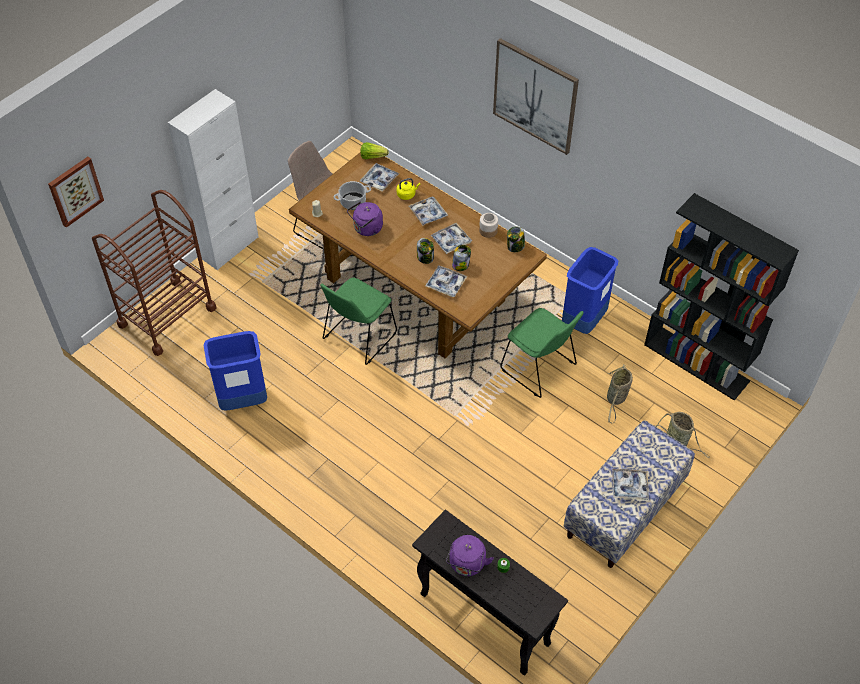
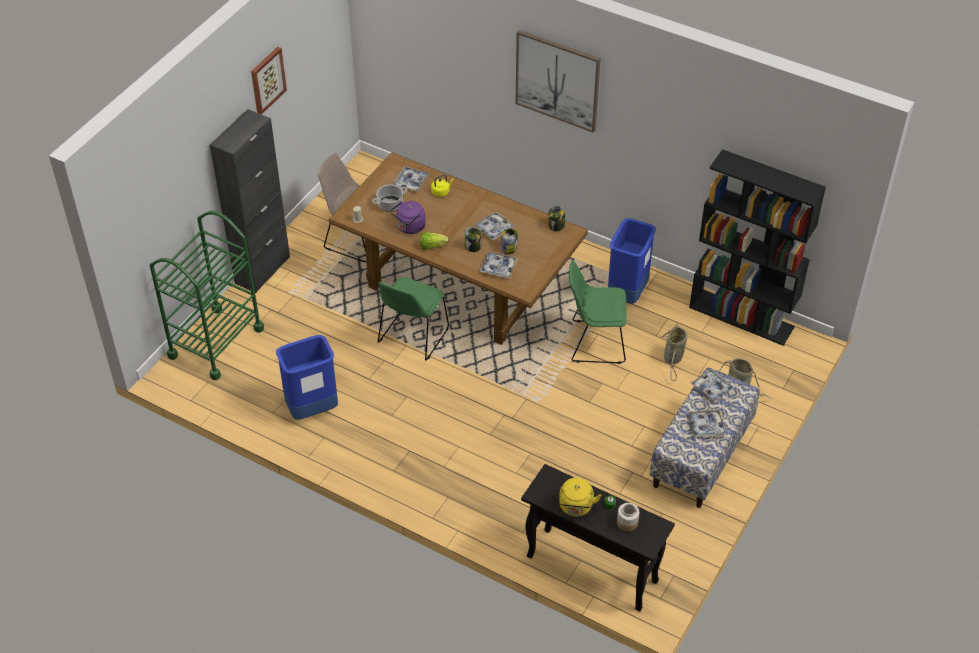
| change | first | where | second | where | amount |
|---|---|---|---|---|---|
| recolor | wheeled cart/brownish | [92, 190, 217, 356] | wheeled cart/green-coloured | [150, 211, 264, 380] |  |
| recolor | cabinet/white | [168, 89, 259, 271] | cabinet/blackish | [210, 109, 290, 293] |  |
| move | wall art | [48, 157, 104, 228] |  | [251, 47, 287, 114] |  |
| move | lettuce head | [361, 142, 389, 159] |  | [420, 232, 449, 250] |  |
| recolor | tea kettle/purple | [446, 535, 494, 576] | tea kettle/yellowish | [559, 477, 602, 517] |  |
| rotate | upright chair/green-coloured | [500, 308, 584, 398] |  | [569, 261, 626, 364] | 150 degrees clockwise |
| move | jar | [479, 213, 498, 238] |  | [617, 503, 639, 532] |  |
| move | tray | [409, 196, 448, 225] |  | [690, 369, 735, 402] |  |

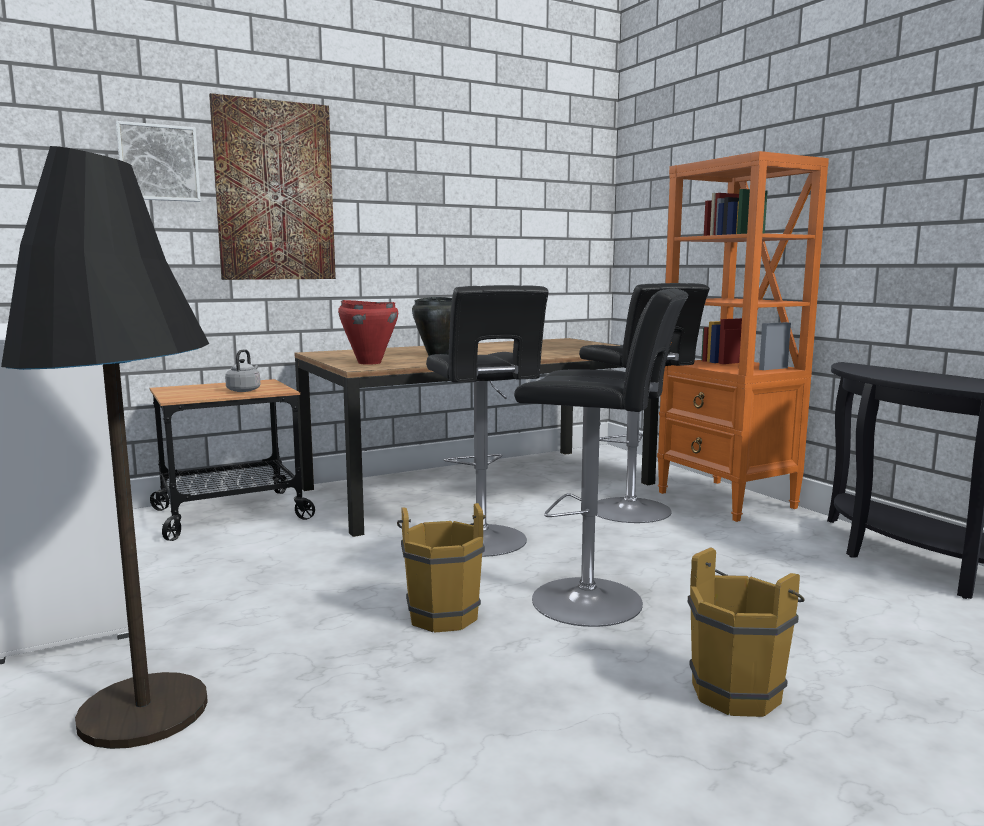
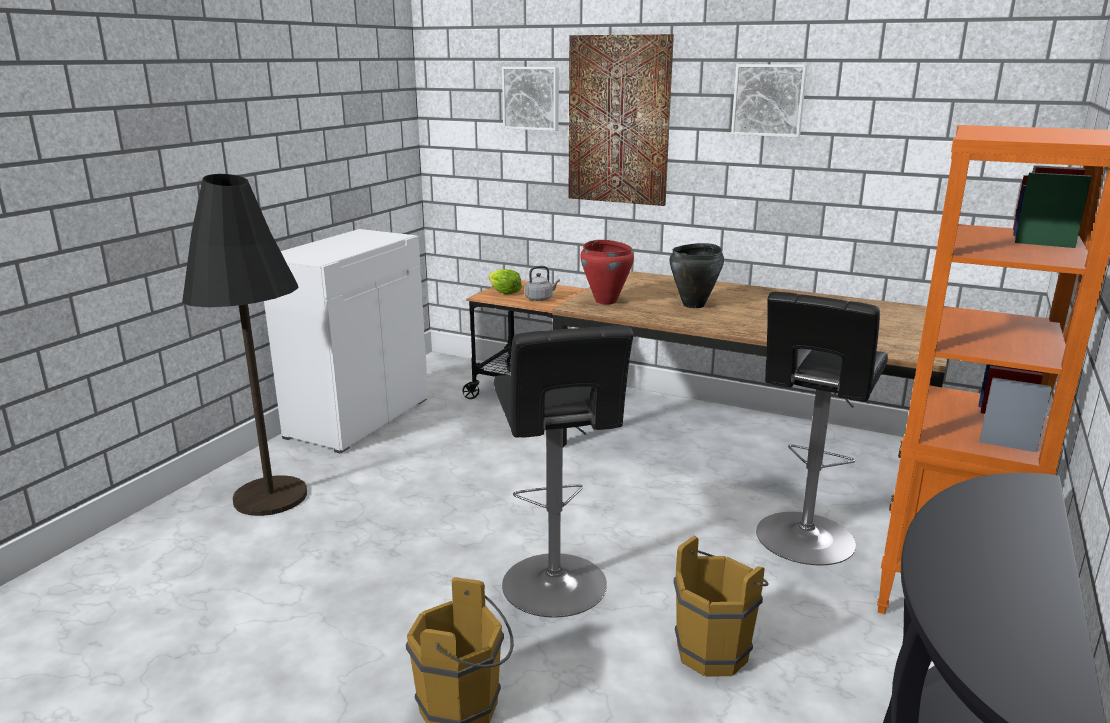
| change | first | where | second | where | amount |
|---|---|---|---|---|---|
| insert |  |  | lettuce head | [488, 269, 522, 295] |  |
| move | pail/brownish | [397, 503, 486, 632] |  | [674, 535, 768, 676] |  |
| insert |  |  | wall art | [731, 64, 807, 137] |  |
| delete | stool/blackish | [426, 285, 549, 557] |  |  |  |

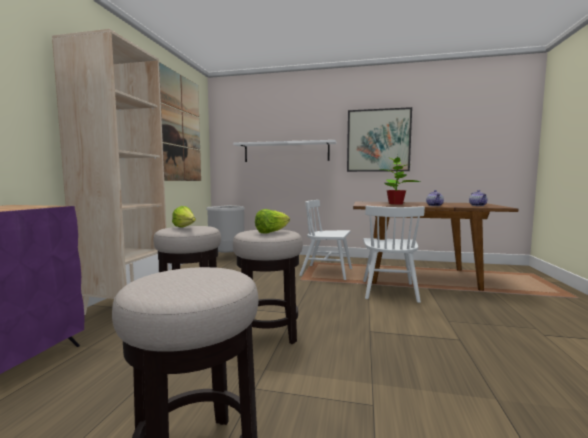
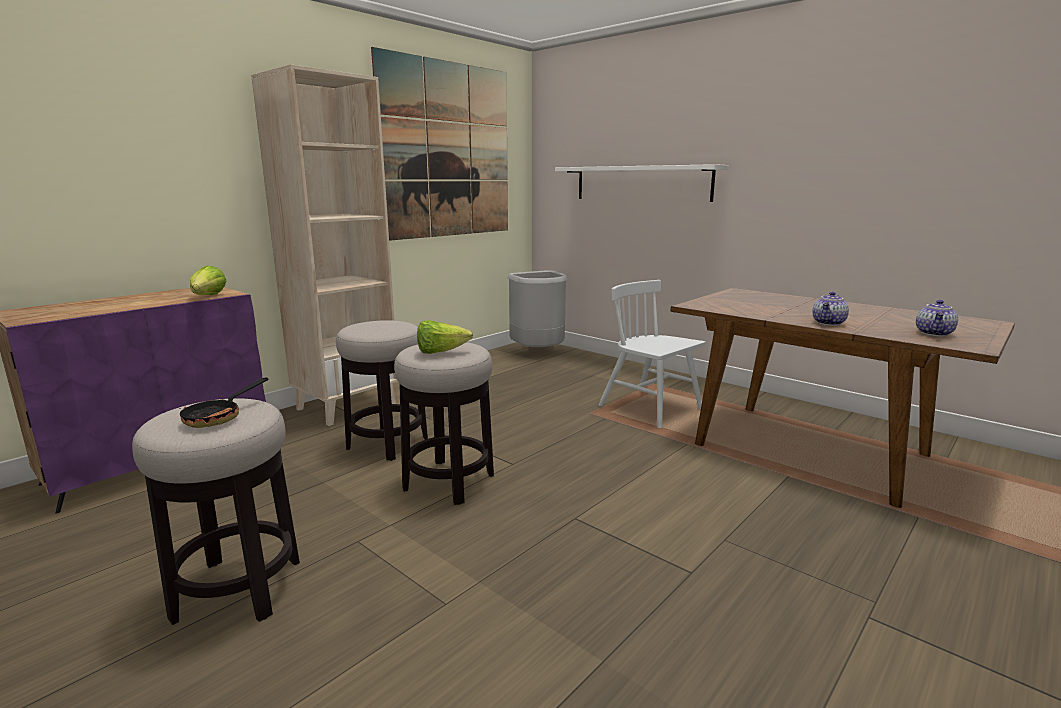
| change | first | where | second | where | amount |
|---|---|---|---|---|---|
| insert |  |  | frying pan | [179, 378, 268, 428] |  |
| move | lettuce head | [172, 206, 196, 228] |  | [190, 266, 226, 295] |  |
| delete | wall art | [347, 107, 412, 172] |  |  |  |
| delete | upright chair/white | [363, 206, 425, 303] |  |  |  |
| delete | potted plant | [381, 157, 420, 205] |  |  |  |

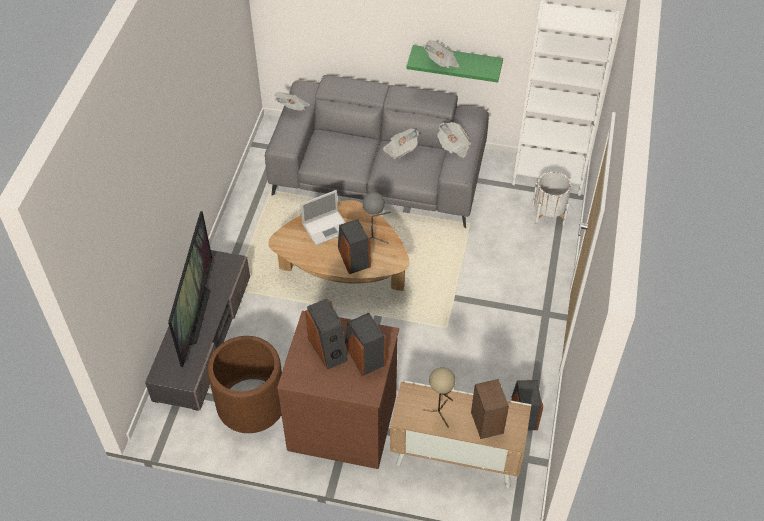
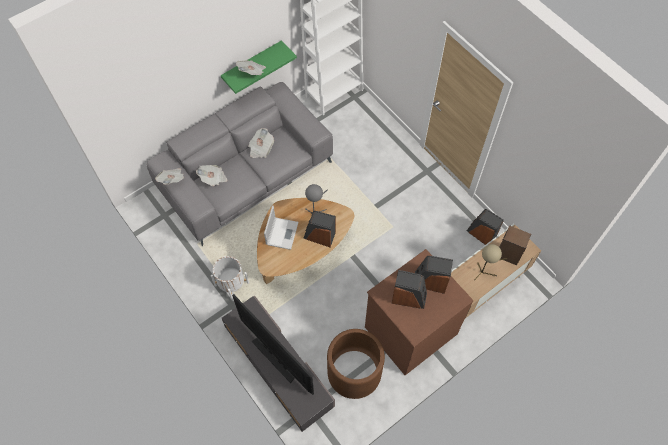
| change | first | where | second | where | amount |
|---|---|---|---|---|---|
| move | printed paper | [437, 122, 471, 158] |  | [196, 165, 227, 186] |  |
| move | flower pot/white | [532, 172, 571, 225] |  | [211, 256, 249, 300] |  |

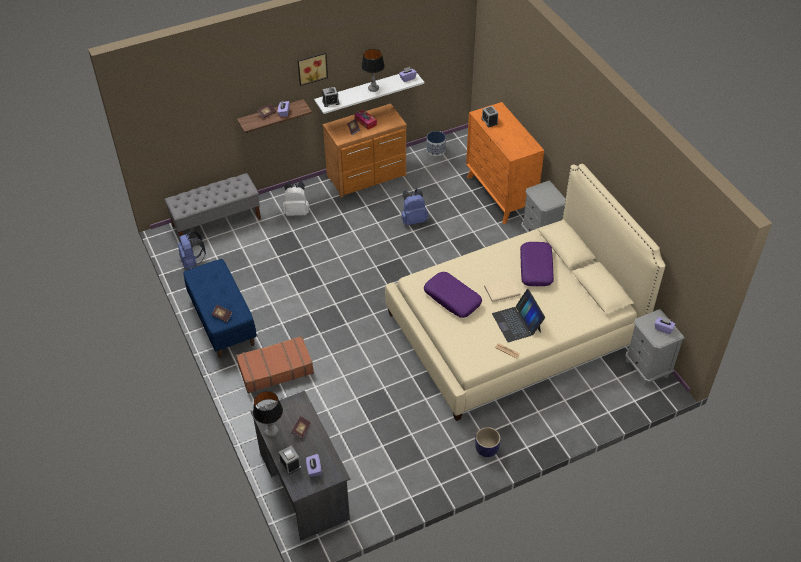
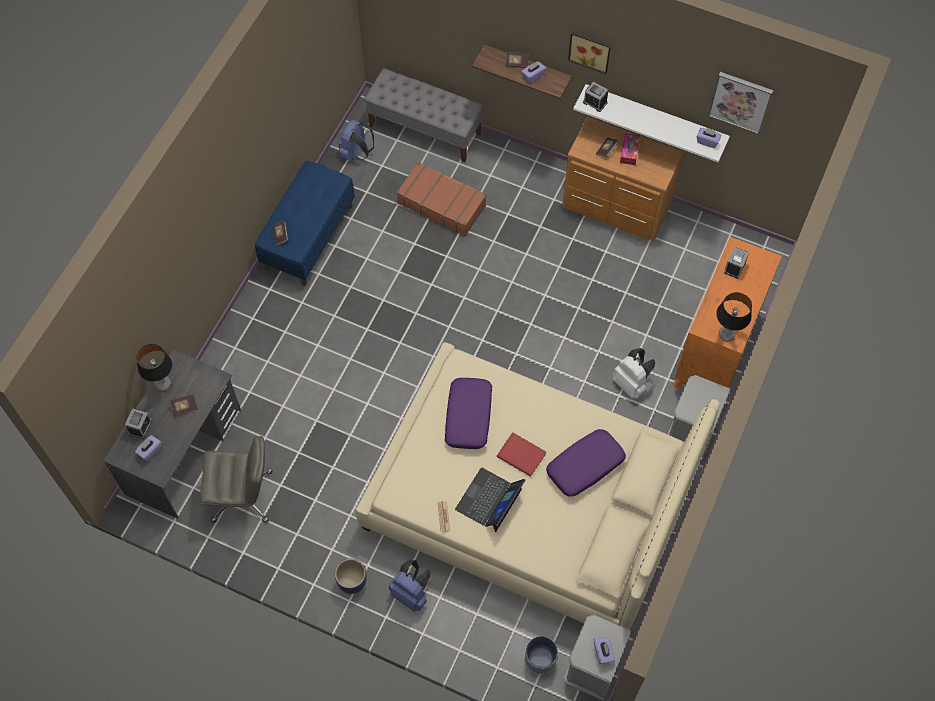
| change | first | where | second | where | amount |
|---|---|---|---|---|---|
| insert |  |  | computer chair/gray | [200, 436, 273, 523] |  |
| move | knapsack/blue | [401, 188, 428, 225] |  | [389, 560, 430, 612] |  |
| move | piece of luggage/brownish | [236, 336, 314, 393] |  | [396, 162, 487, 236] |  |
| recolor | volume/sand-coloured | [484, 277, 520, 302] | volume/reddish | [497, 432, 546, 477] |  |
| move | flower pot | [426, 131, 446, 156] |  | [525, 636, 558, 674] |  |
| move | knapsack/white | [283, 181, 309, 216] |  | [612, 348, 655, 398] |  |
| insert |  |  | wall art | [708, 72, 774, 134] |  |
| move | tabletop lamp | [361, 49, 385, 92] |  | [716, 292, 752, 341] |  |

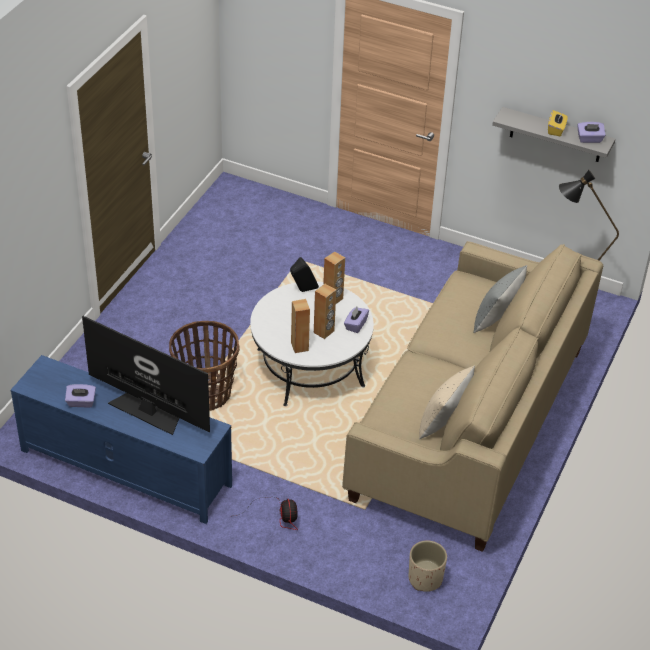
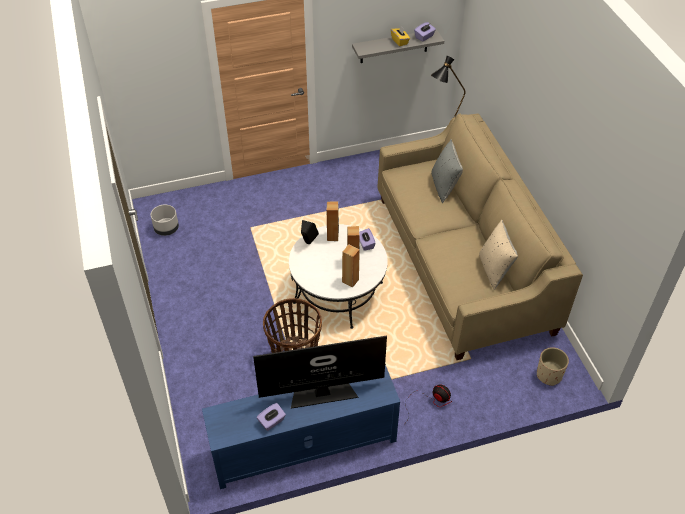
| change | first | where | second | where | amount |
|---|---|---|---|---|---|
| insert |  |  | flower pot/gray | [151, 205, 179, 236] |  |

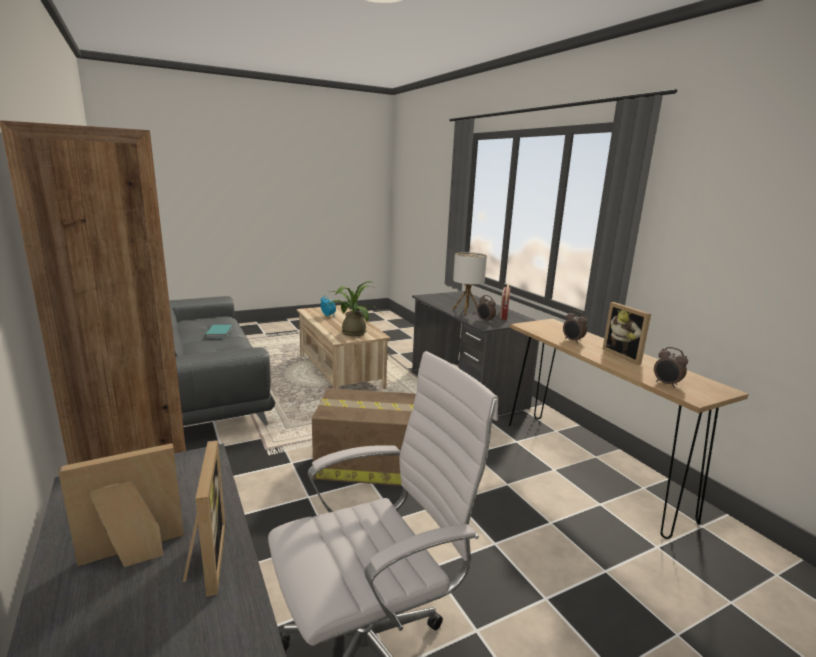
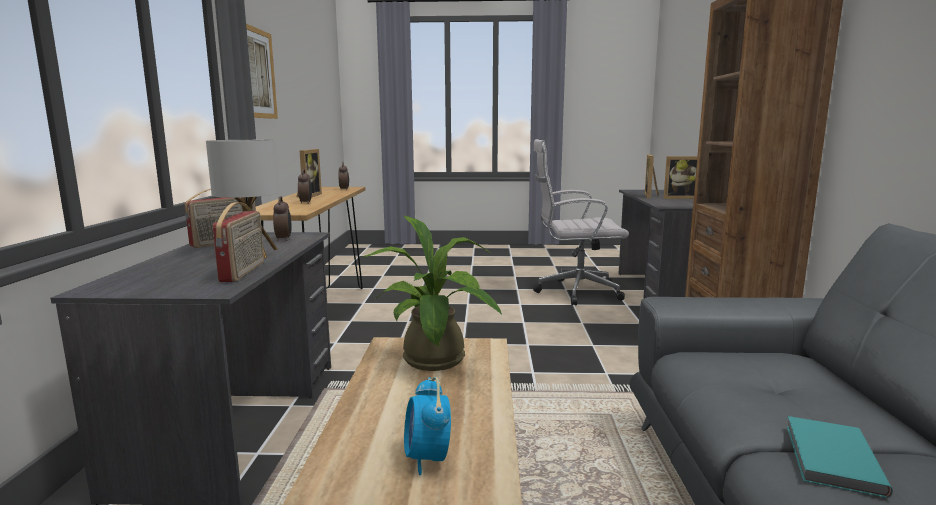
| change | first | where | second | where | amount |
|---|---|---|---|---|---|
| insert |  |  | radio | [213, 202, 264, 282] |  |
| insert |  |  | wall art | [246, 24, 278, 119] |  |
| delete | cardboard box | [312, 388, 416, 486] |  |  |  |

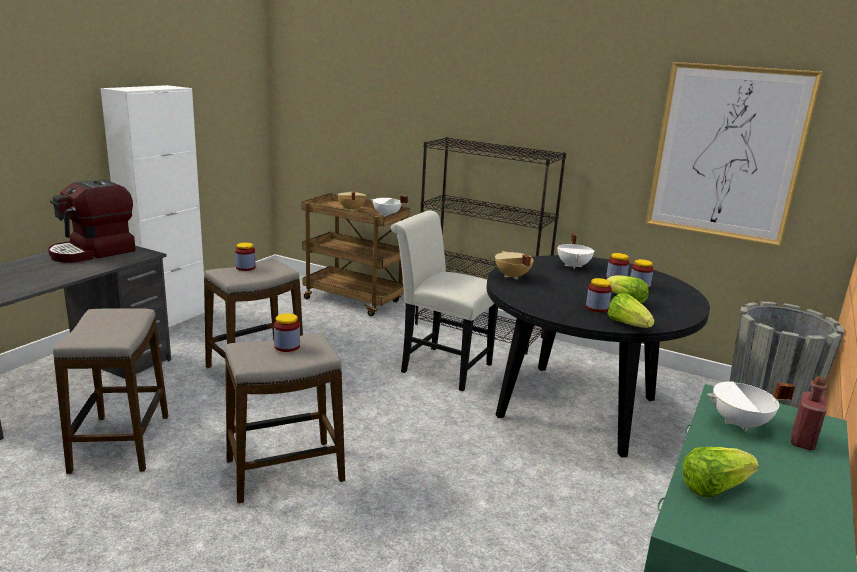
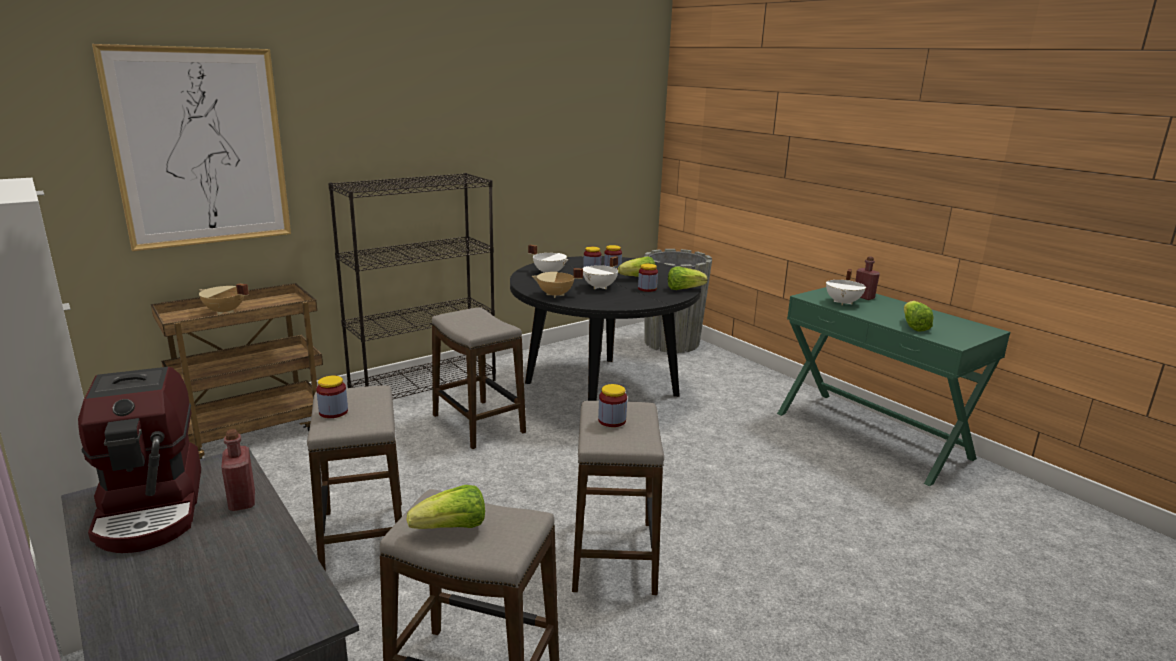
| change | first | where | second | where | amount |
|---|---|---|---|---|---|
| move | wall art | [646, 62, 823, 246] |  | [92, 44, 291, 251] |  |
| insert |  |  | beverage bottle/reddish | [221, 429, 255, 511] |  |
| insert |  |  | lettuce head | [407, 485, 485, 529] |  |
| replace | upright chair/white | [391, 210, 498, 391] | stool | [432, 307, 526, 449] |  |
| move | cooking pot/white | [370, 195, 408, 217] |  | [583, 256, 618, 289] |  |

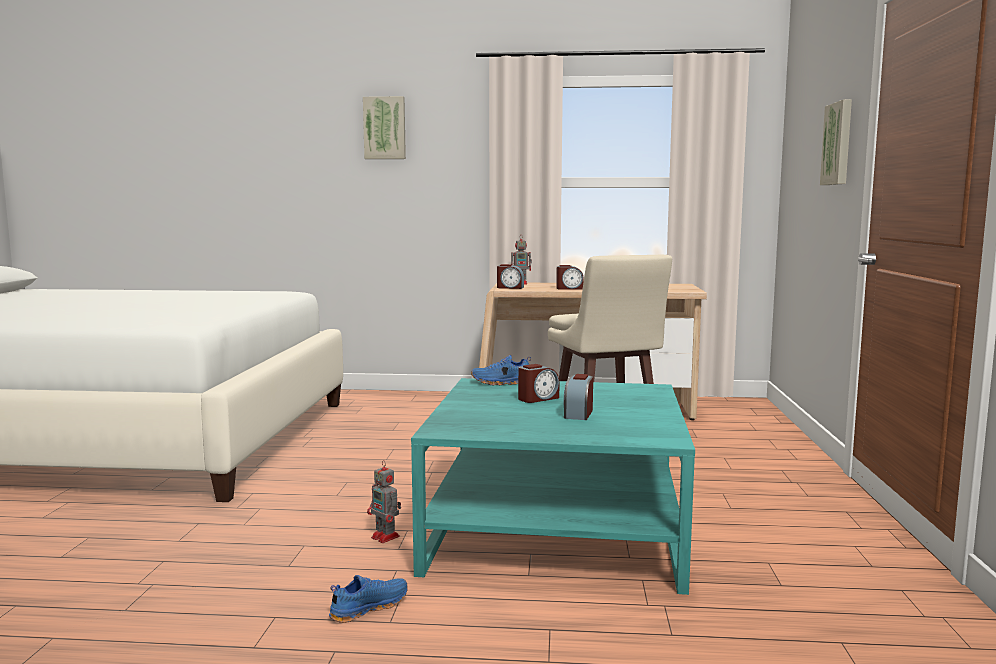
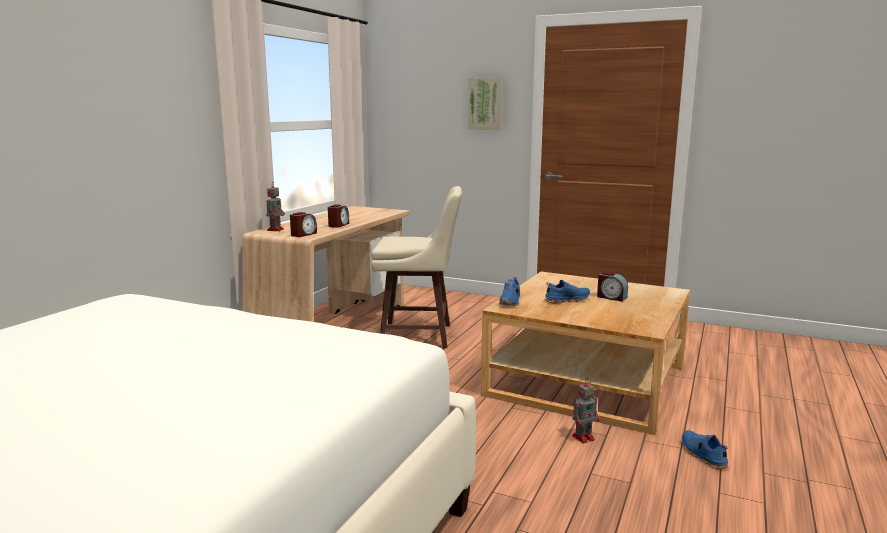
| change | first | where | second | where | amount |
|---|---|---|---|---|---|
| recolor | low table/blue-green | [411, 378, 695, 595] | low table/sand-coloured | [481, 272, 690, 435] |  |
| replace | alarm clock | [518, 364, 559, 403] | item of footwear/blue | [544, 280, 590, 303] |  |
| delete | wall art | [363, 96, 406, 159] |  |  |  |

